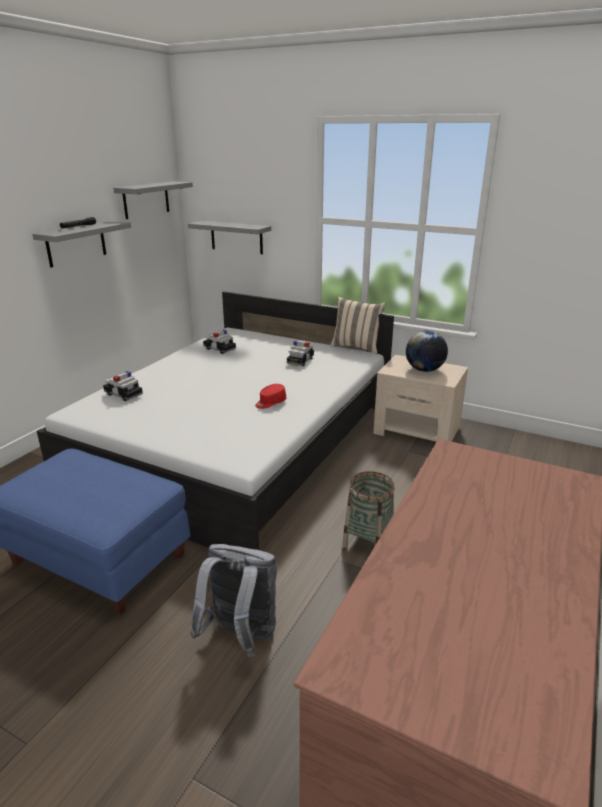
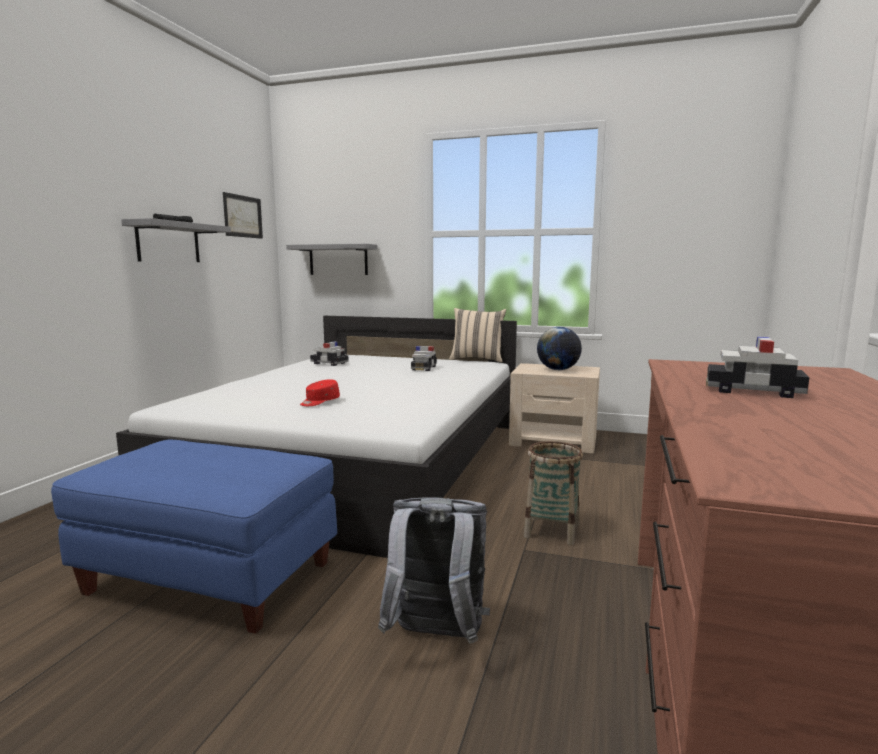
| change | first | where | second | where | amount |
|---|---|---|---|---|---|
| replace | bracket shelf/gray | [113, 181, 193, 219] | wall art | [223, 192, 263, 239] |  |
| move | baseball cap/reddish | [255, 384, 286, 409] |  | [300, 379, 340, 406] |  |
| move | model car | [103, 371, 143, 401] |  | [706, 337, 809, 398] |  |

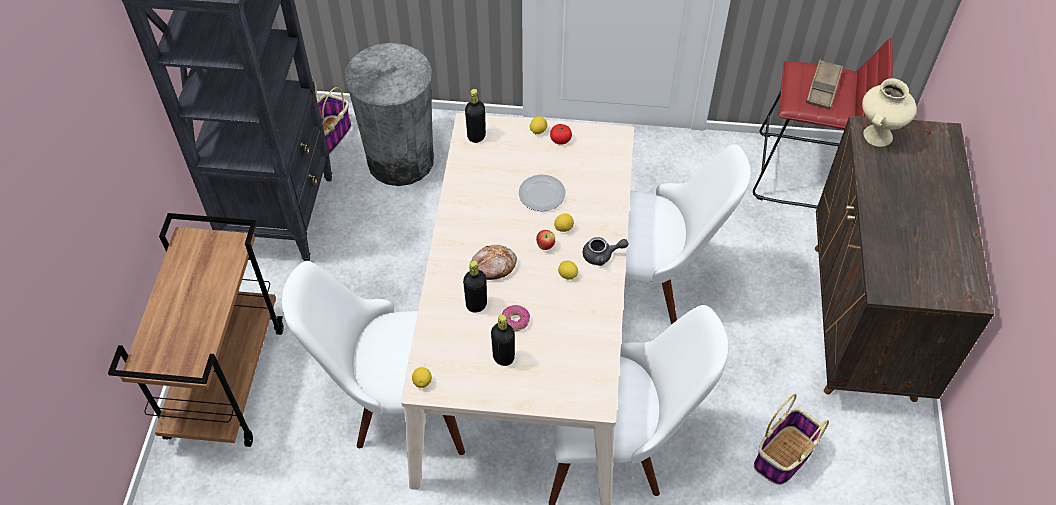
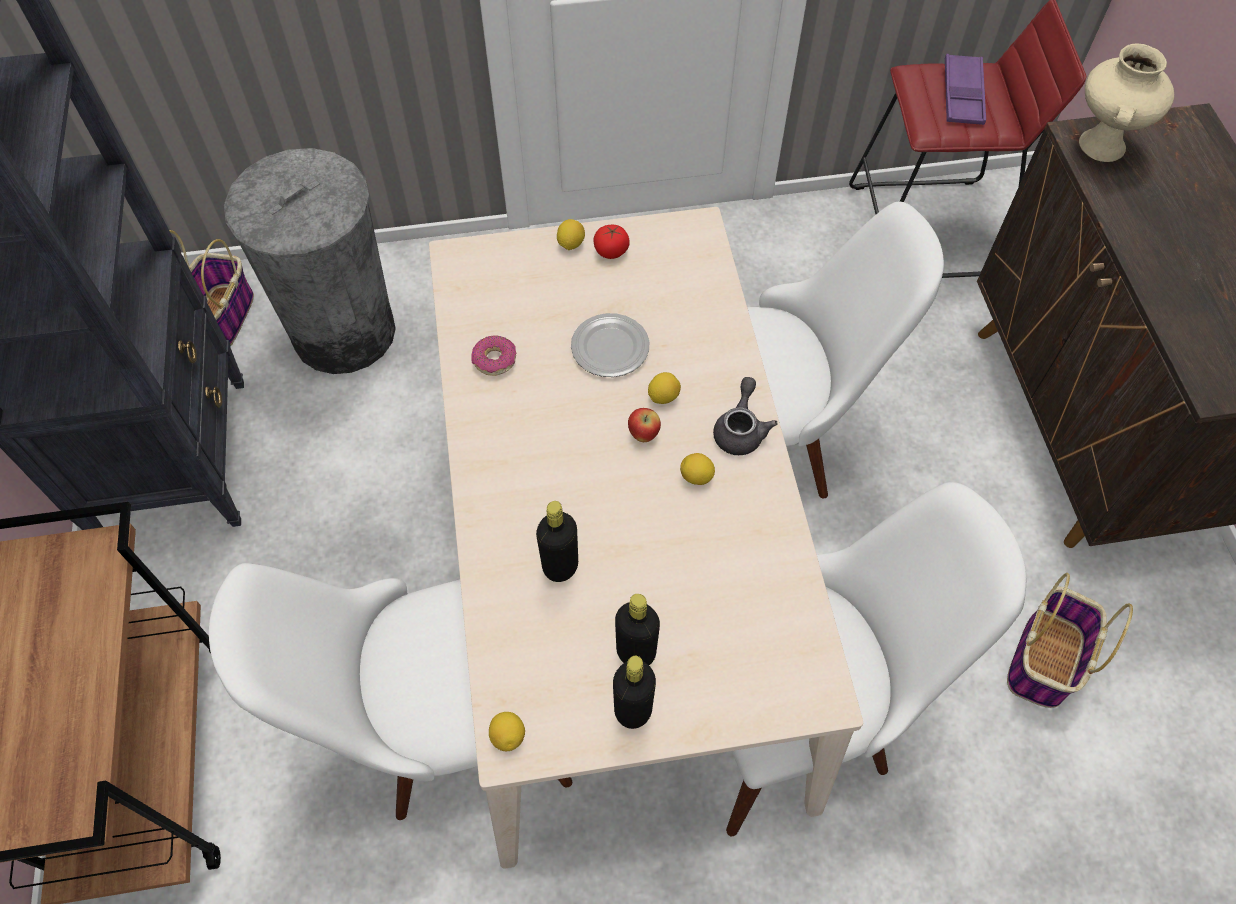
| change | first | where | second | where | amount |
|---|---|---|---|---|---|
| move | donut | [502, 305, 530, 331] |  | [471, 335, 517, 376] |  |
| move | beverage bottle/blackish | [465, 89, 486, 143] |  | [613, 656, 656, 729] |  |
| rotate | pot for tea/gray | [583, 237, 629, 266] |  | [713, 377, 778, 455] | 60 degrees counterclockwise |
| recolor | tray/brownish | [806, 60, 843, 109] | tray/purple | [945, 54, 986, 125] |  |
| delete | baked bread | [471, 245, 517, 280] |  |  |  |

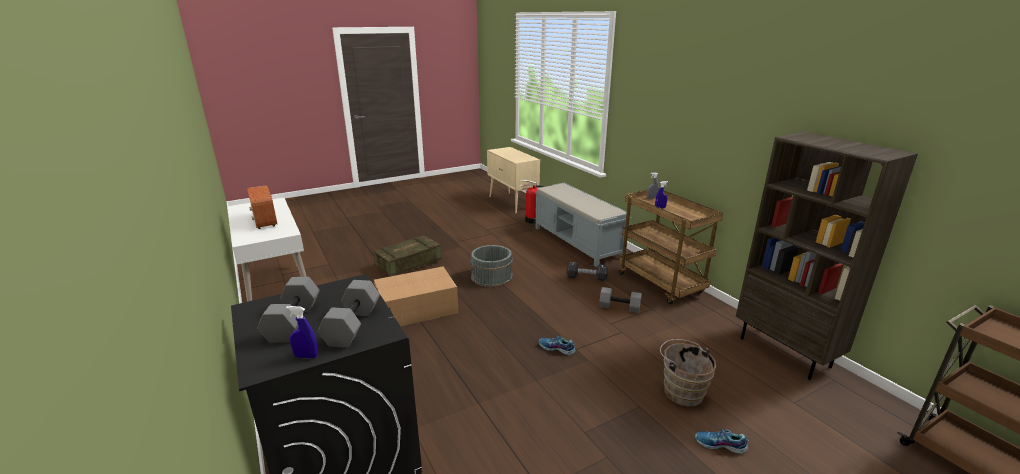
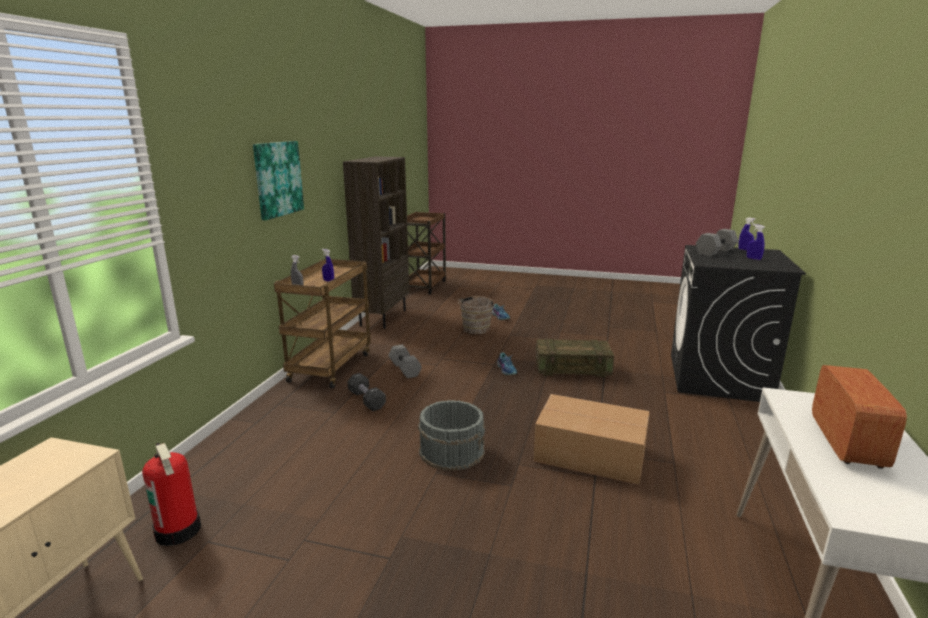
| change | first | where | second | where | amount |
|---|---|---|---|---|---|
| insert |  |  | wall art | [253, 141, 304, 220] |  |
| move | shipping crate | [374, 235, 442, 276] |  | [536, 339, 614, 377] |  |
| replace | free weight/gray | [257, 277, 320, 343] | sprayer/blue | [747, 224, 765, 260] |  |
| delete | indoor bench/gray | [535, 183, 631, 267] |  |  |  |

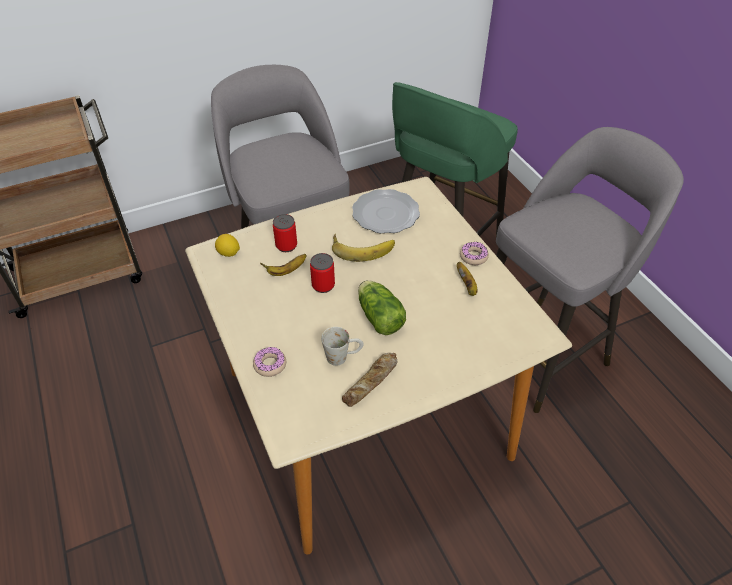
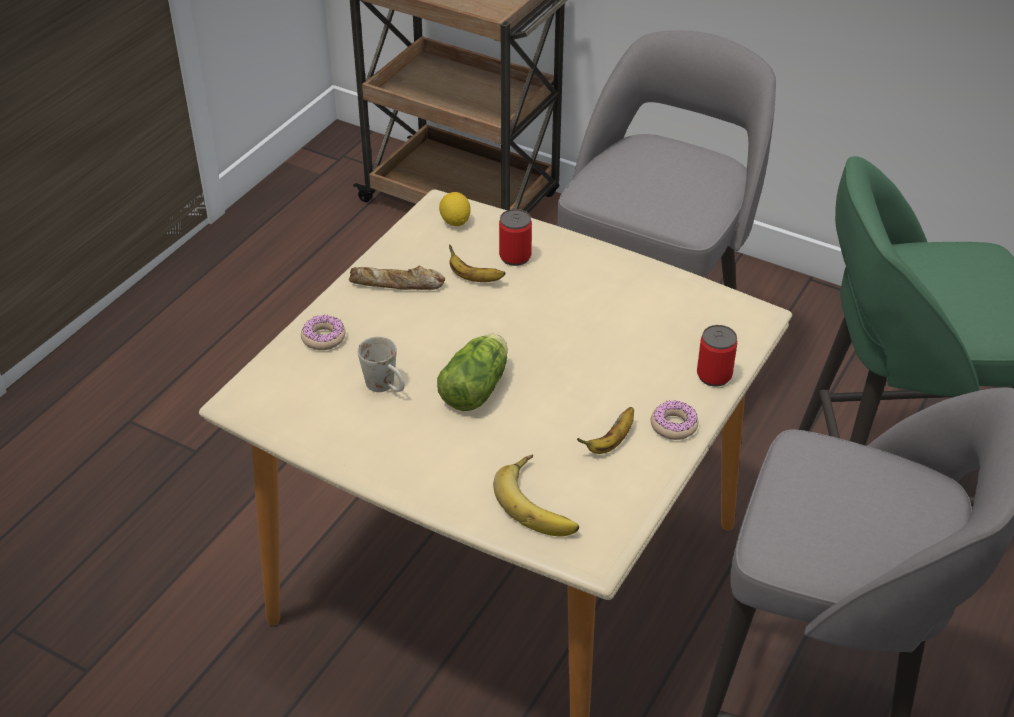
| change | first | where | second | where | amount |
|---|---|---|---|---|---|
| move | baked bread | [342, 353, 398, 407] |  | [349, 265, 445, 290] |  |
| move | whole banana | [332, 234, 395, 262] |  | [493, 454, 579, 537] |  |
| move | can | [310, 253, 335, 293] |  | [697, 325, 737, 387] |  |
| delete | plate | [352, 189, 420, 234] |  |  |  |

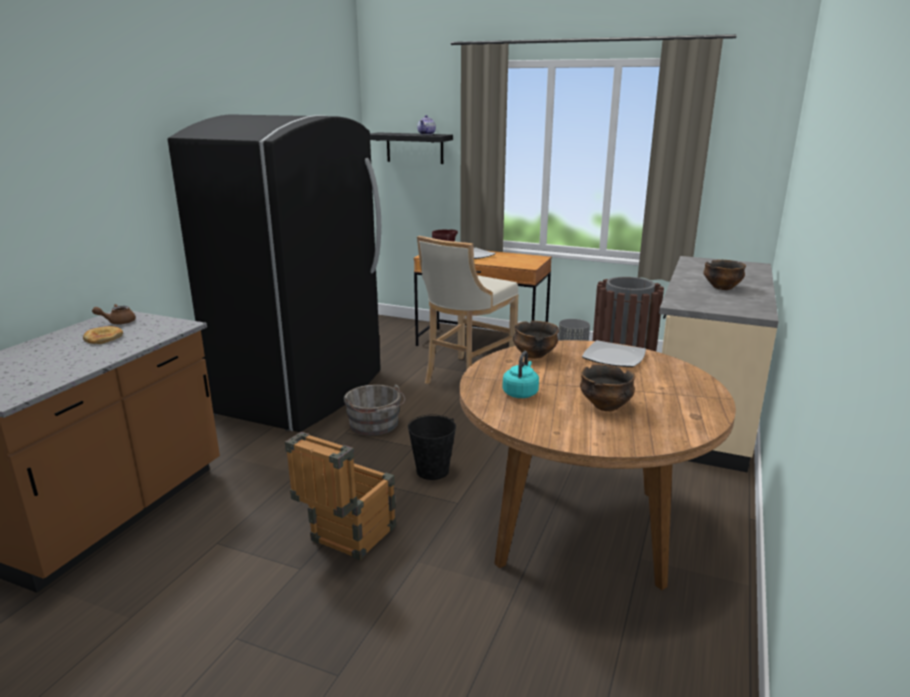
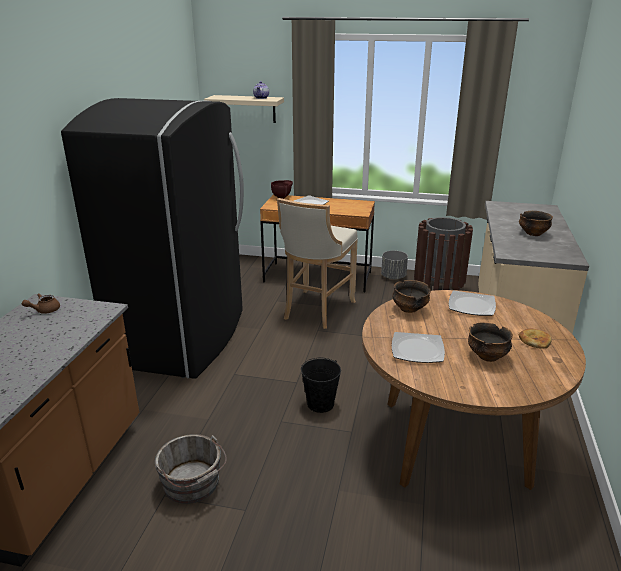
| change | first | where | second | where | amount |
|---|---|---|---|---|---|
| move | pail/gray | [344, 384, 405, 436] |  | [155, 434, 227, 504] |  |
| recolor | bracket shelf/blackish | [370, 132, 453, 164] | bracket shelf/sand-coloured | [204, 95, 284, 123] |  |
| replace | tea kettle/blue-green | [502, 351, 539, 398] | plate | [392, 332, 445, 363] |  |
| move | baked bread | [83, 326, 123, 344] |  | [518, 329, 552, 349] |  |
| delete | shipping crate | [285, 432, 396, 560] |  |  |  |

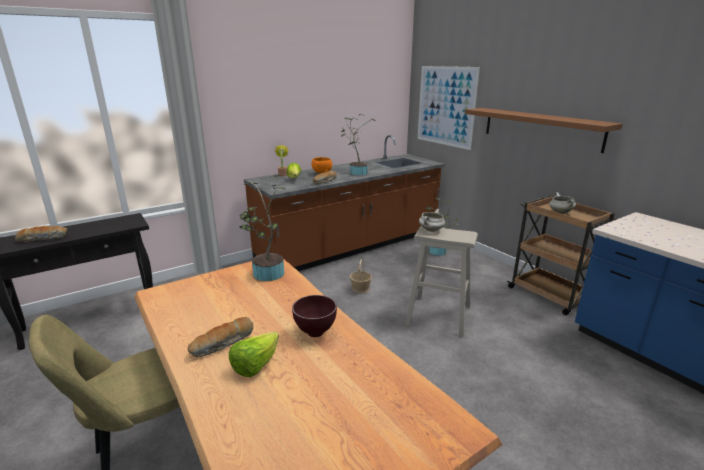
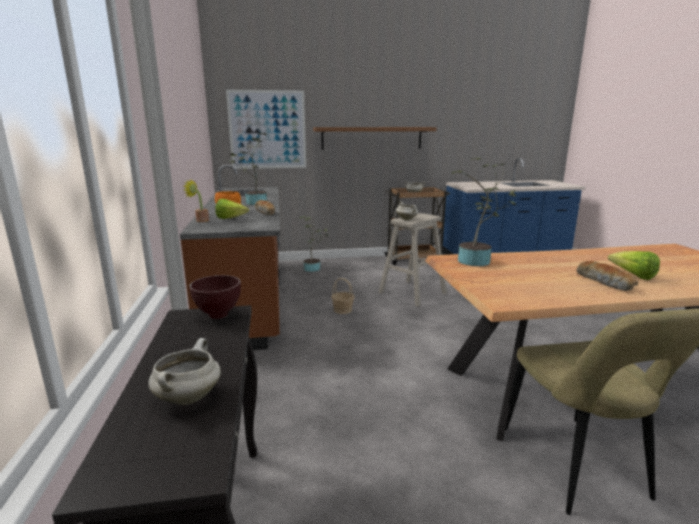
| change | first | where | second | where | amount |
|---|---|---|---|---|---|
| replace | baked bread | [15, 226, 68, 242] | cooking pot/white | [148, 338, 221, 405] |  |
| move | deep dish/brownish | [292, 295, 337, 337] |  | [189, 275, 241, 319] |  |

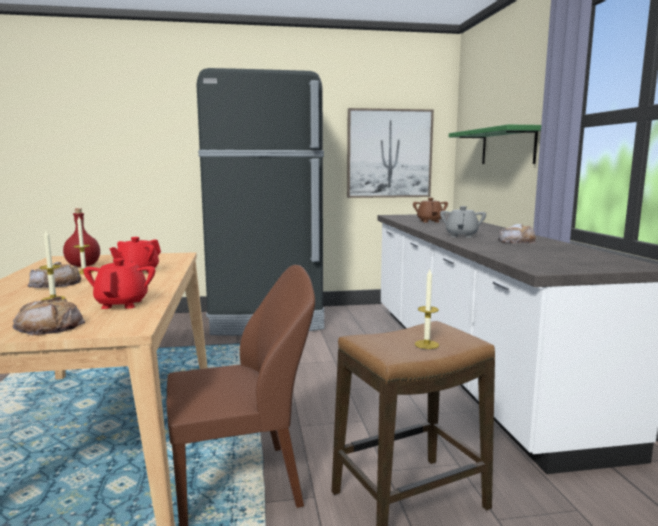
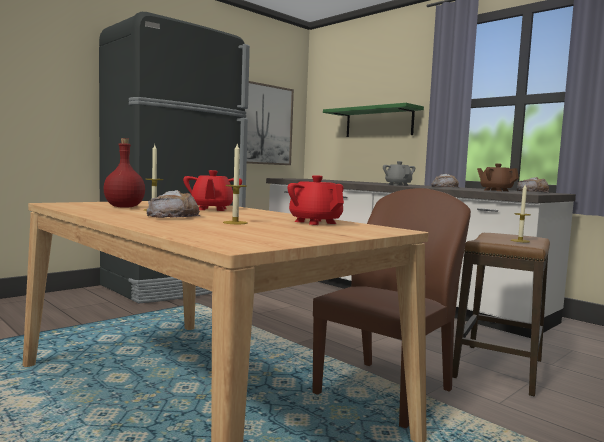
| change | first | where | second | where | amount |
|---|---|---|---|---|---|
| move | pot for tea/brownish | [413, 198, 448, 223] |  | [477, 164, 519, 191] |  |
| move | baked bread | [12, 297, 85, 335] |  | [517, 177, 549, 192] |  |

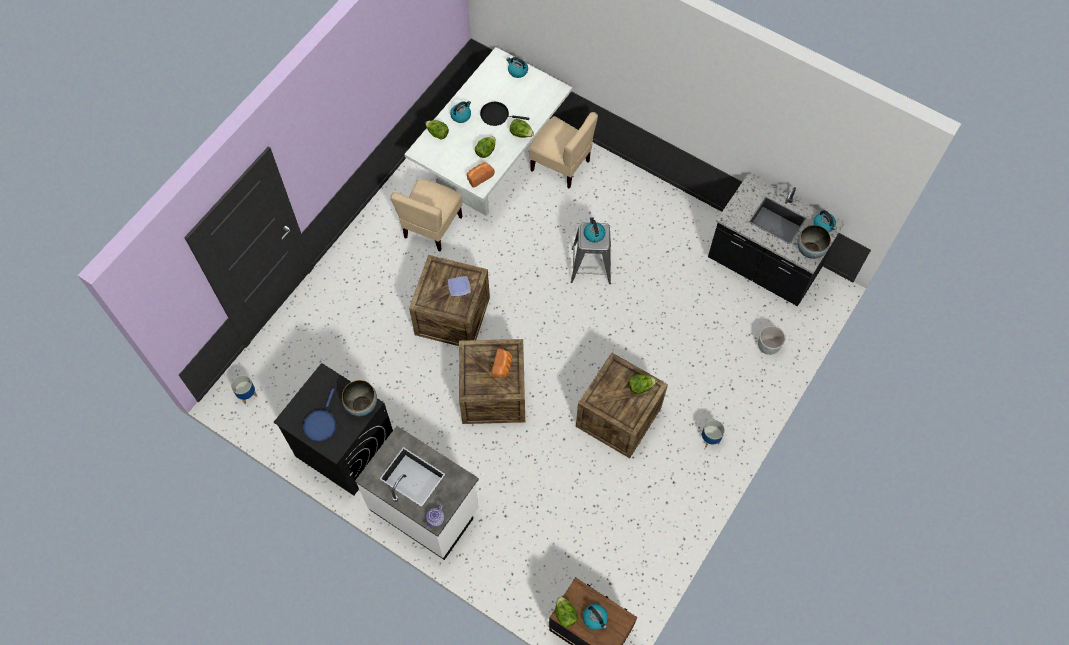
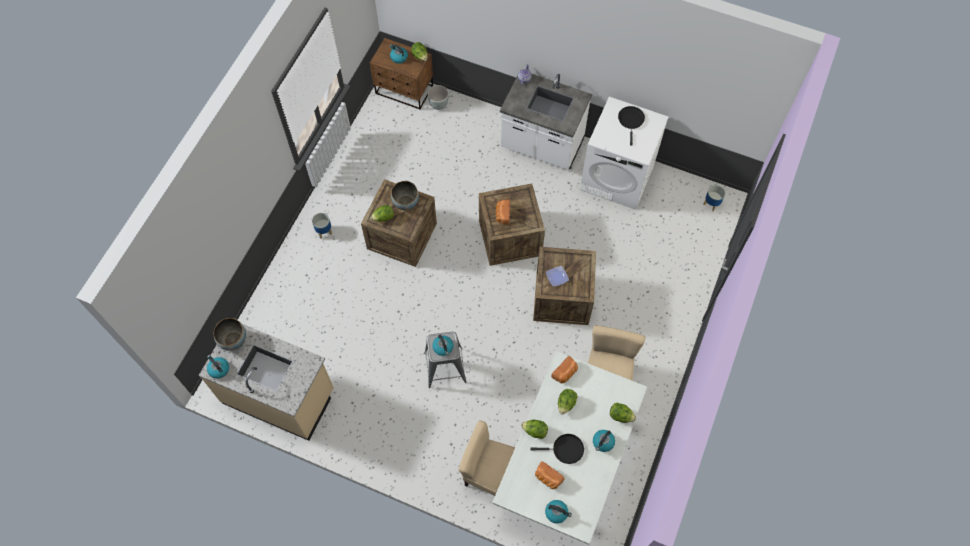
| change | first | where | second | where | amount |
|---|---|---|---|---|---|
| recolor | counter/blackish | [708, 173, 844, 306] | counter/sand-coloured | [199, 323, 334, 441] |  |
| move | deep dish | [342, 380, 377, 416] |  | [391, 181, 419, 210] |  |
| move | flower pot/gray | [758, 326, 785, 355] |  | [428, 85, 448, 110] |  |
| insert |  |  | baked bread | [535, 461, 565, 489] |  |
| recolor | laundry appliance/blackish | [273, 363, 393, 495] | laundry appliance/white | [580, 97, 668, 210] |  |
| recolor | frying pan/blue | [303, 388, 337, 441] | frying pan/blackish | [618, 106, 645, 145] |  |

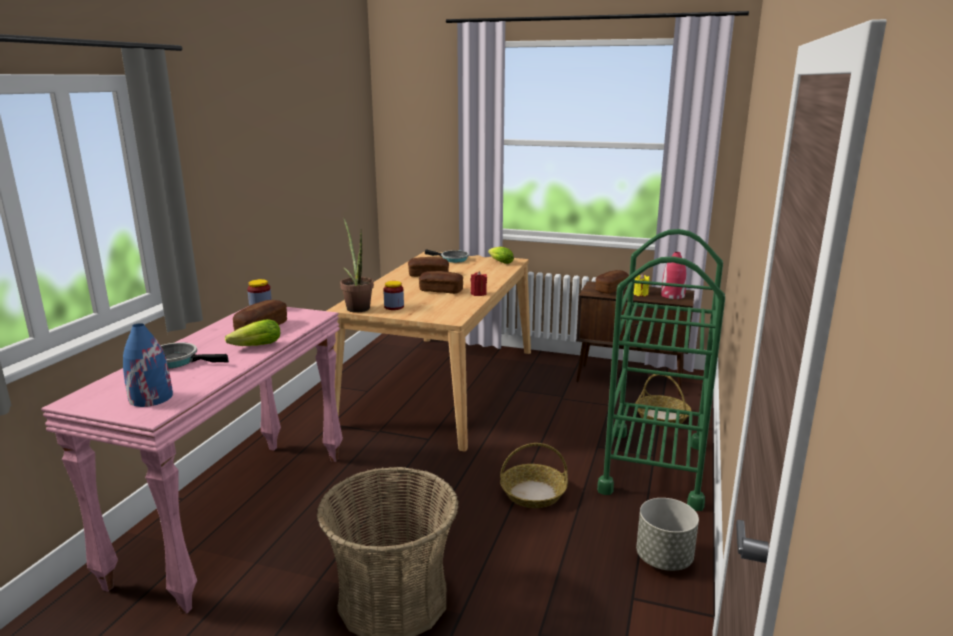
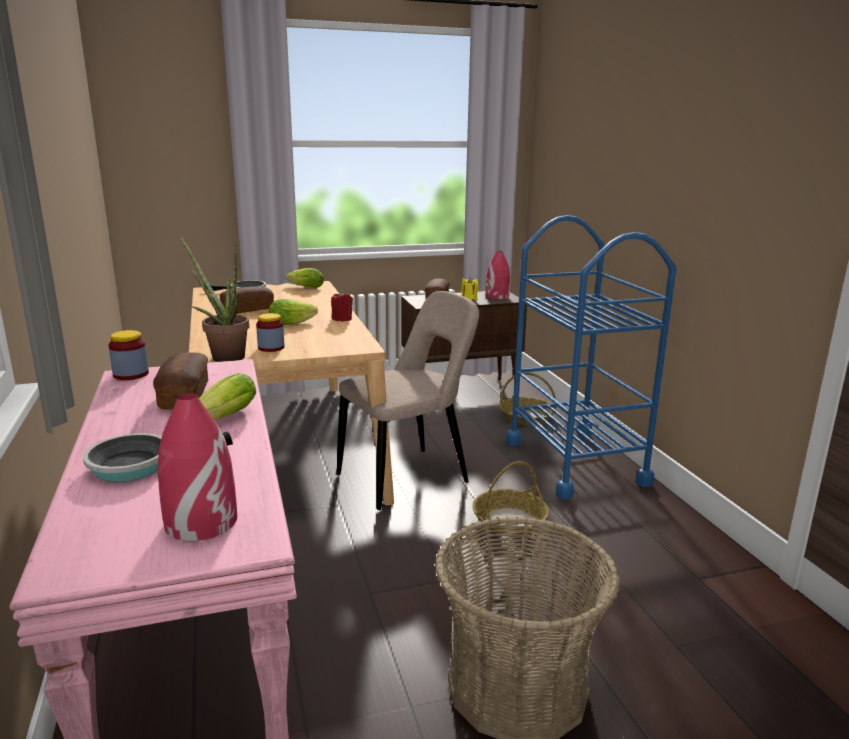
| change | first | where | second | where | amount |
|---|---|---|---|---|---|
| recolor | decorative vase/blue | [123, 323, 173, 407] | decorative vase/reddish | [158, 393, 237, 541] |  |
| replace | baked bread | [419, 271, 463, 294] | lettuce head | [269, 299, 318, 325] |  |
| insert |  |  | upright chair/sand-coloured | [337, 291, 479, 510] |  |
| recolor | wheeled cart/green-coloured | [597, 229, 725, 511] | wheeled cart/blue | [506, 215, 676, 500] |  |
| delete | flower pot/gray | [636, 498, 699, 571] |  |  |  |

